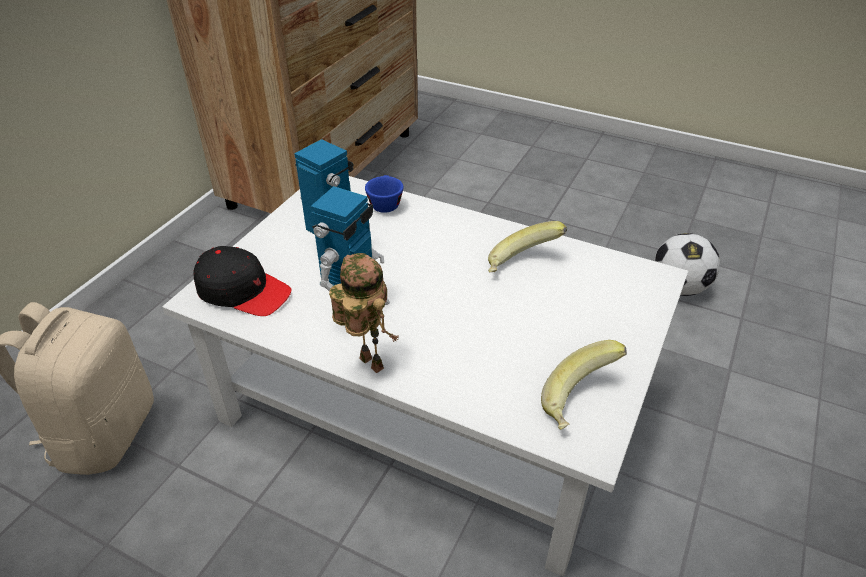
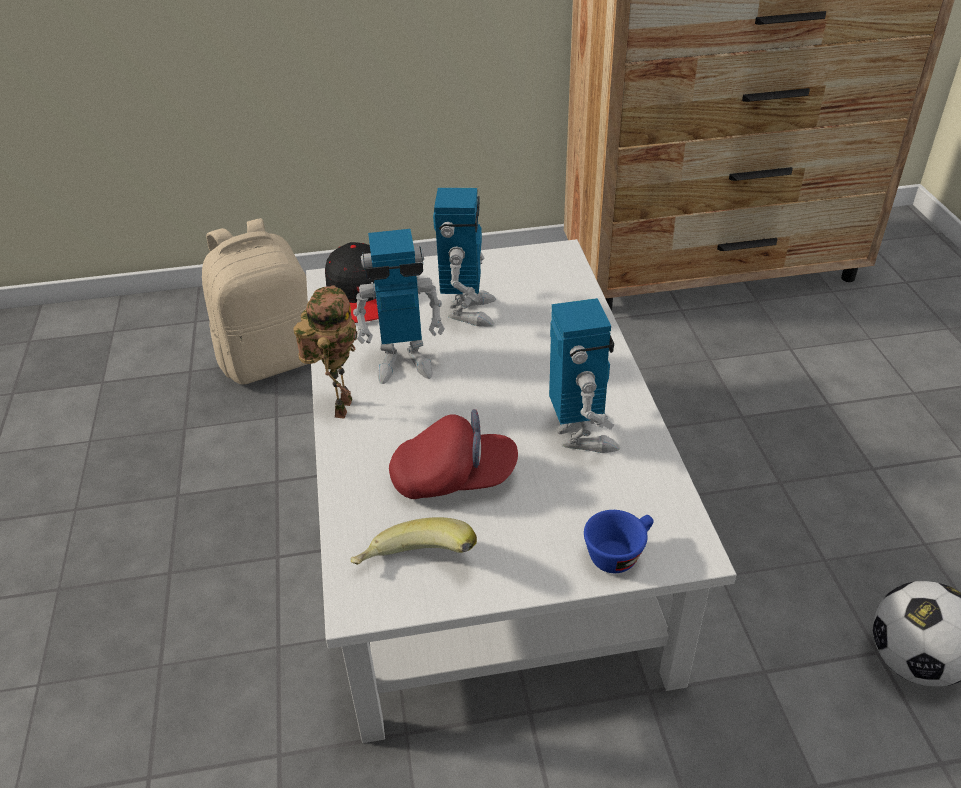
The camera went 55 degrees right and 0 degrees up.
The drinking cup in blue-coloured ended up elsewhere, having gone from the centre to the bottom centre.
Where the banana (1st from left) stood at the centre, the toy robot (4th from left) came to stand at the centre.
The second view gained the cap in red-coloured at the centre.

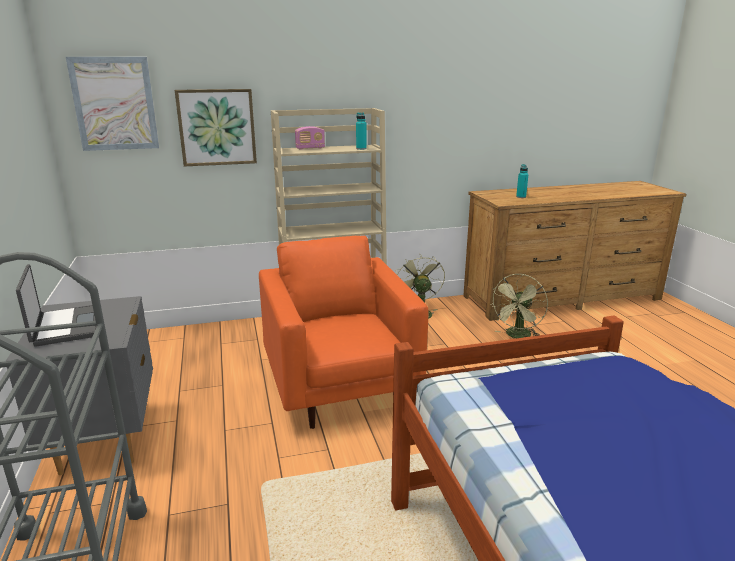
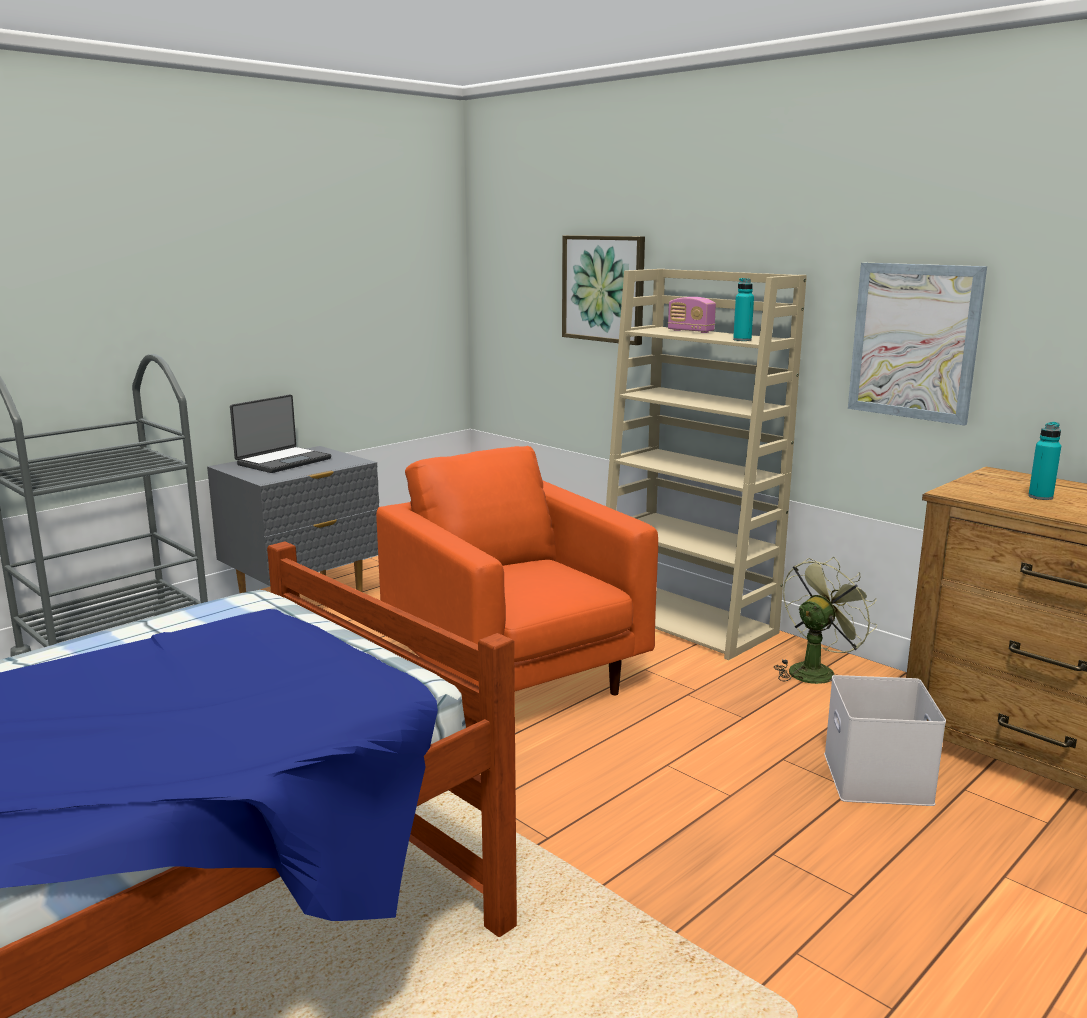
The camera went 60 degrees right and 5 degrees down.
The wall picture (1st from left in the first image) ended up elsewhere, having gone from the top left to the middle right.
The lounge chair in orange at the centre ended up facing another way, 75 degrees counterclockwise from before.
Where the electric fan in greenish (2nd from left) stood at the middle right, the storage bin in whitish came to stand at the bottom right.

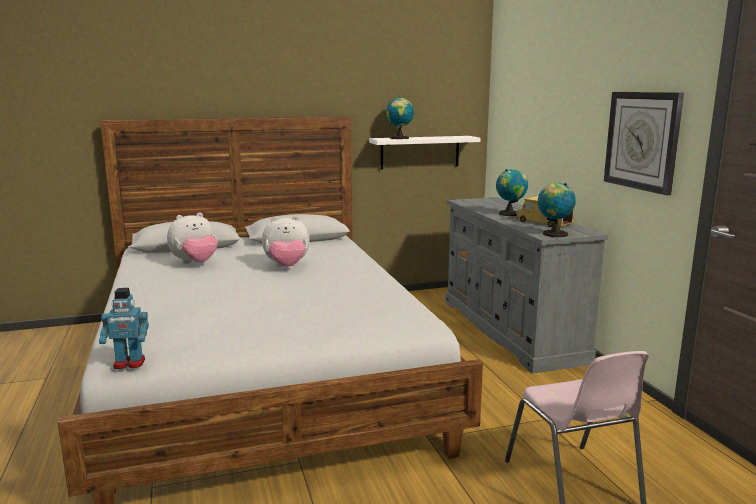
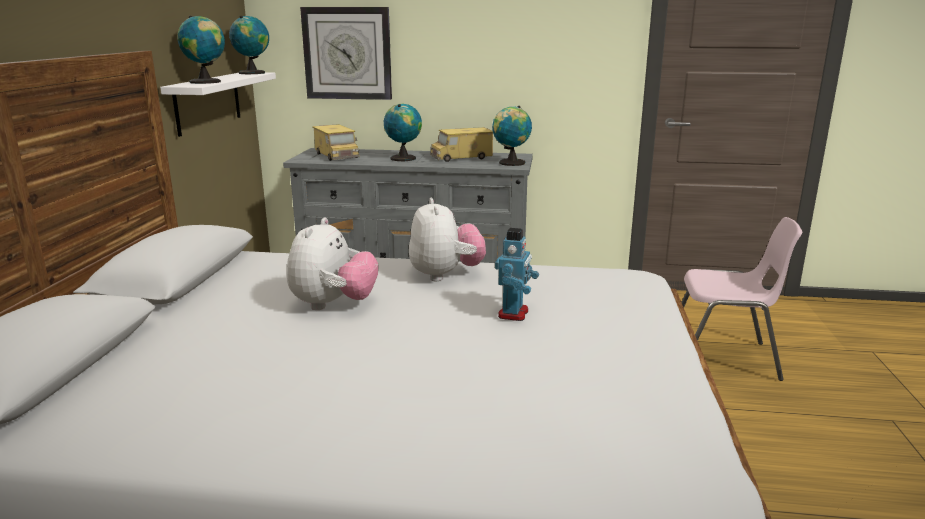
The camera went 65 degrees left and 5 degrees up.
The wall clock ended up elsewhere, having gone from the top right to the top centre.
The cuddly toy (1st from left in the first image) ended up elsewhere, having gone from the middle left to the centre.
The toy robot ended up elsewhere, having gone from the middle left to the centre.
The second view gained the desk globe (2nd from left) at the top left.
The second view gained the toy truck (1st from left) at the top centre.

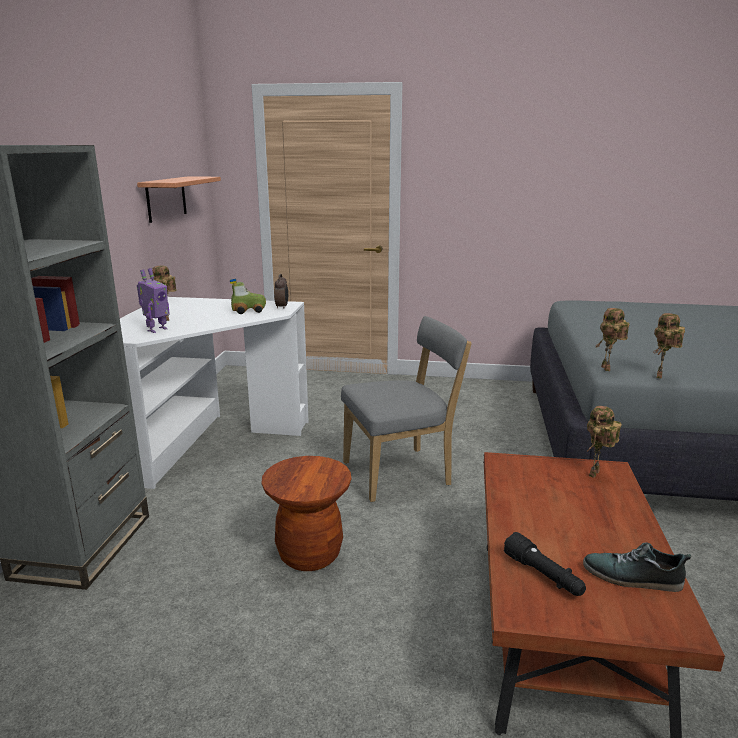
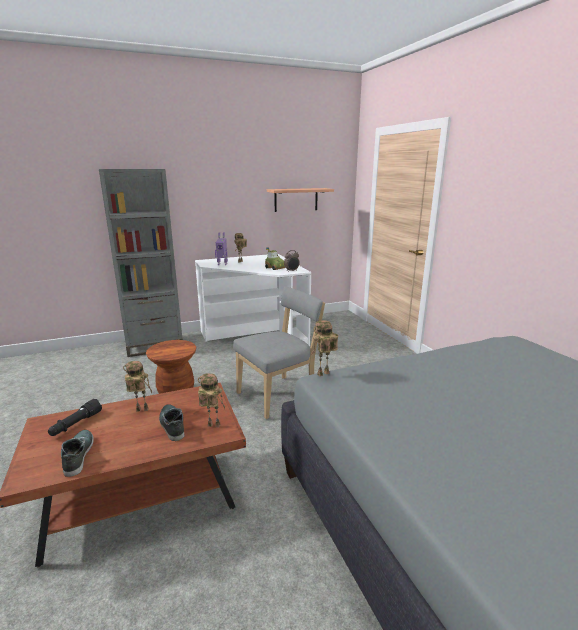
The camera went 60 degrees right and 0 degrees up.
The toy robot (5th from left in the first image) ended up elsewhere, having gone from the middle right to the middle left.
The upright chair in greyish at the centre ended up facing another way, 75 degrees counterclockwise from before.
The second view gained the item of footwear (2nd from left) at the bottom left.

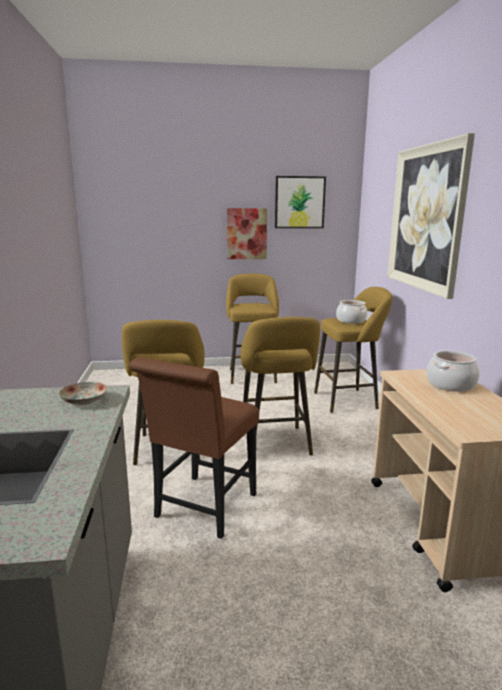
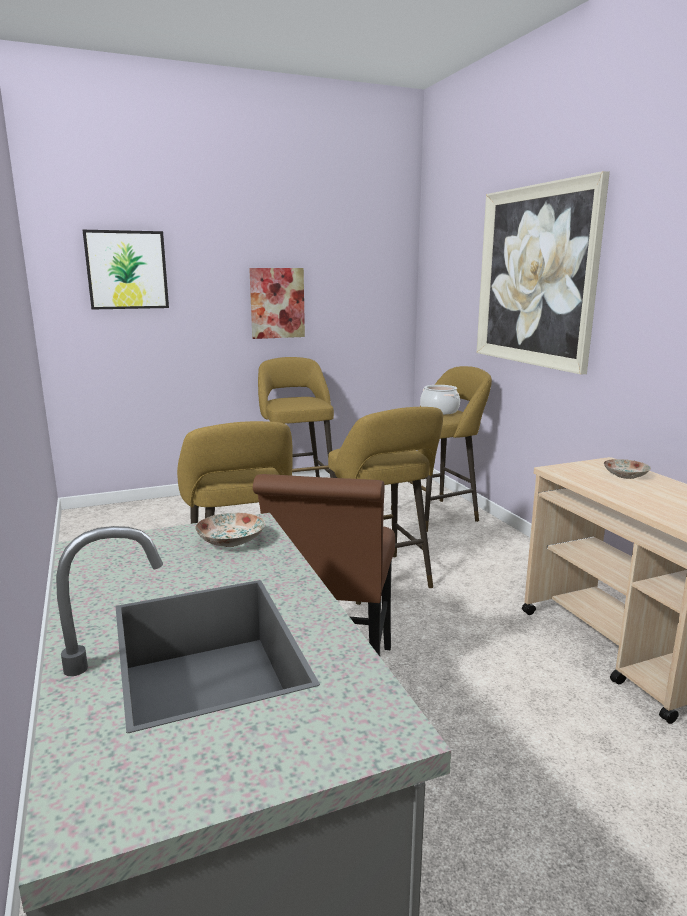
The camera went 15 degrees left and 0 degrees up.
The wall picture (2nd from left in the first image) ended up elsewhere, having gone from the top centre to the top left.
Where the saucepot (2nd from left) stood at the middle right, the plate (2nd from left) came to stand at the middle right.

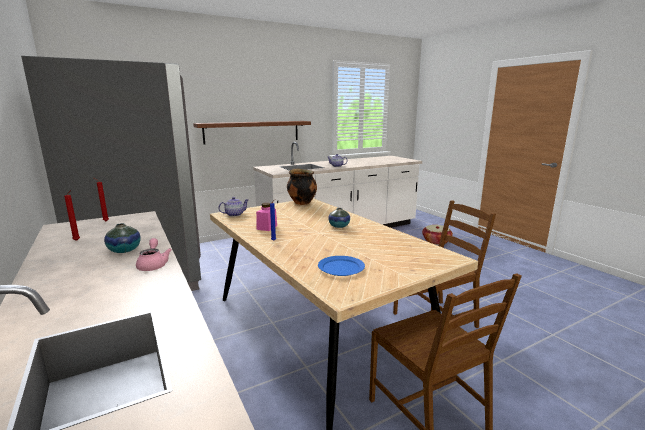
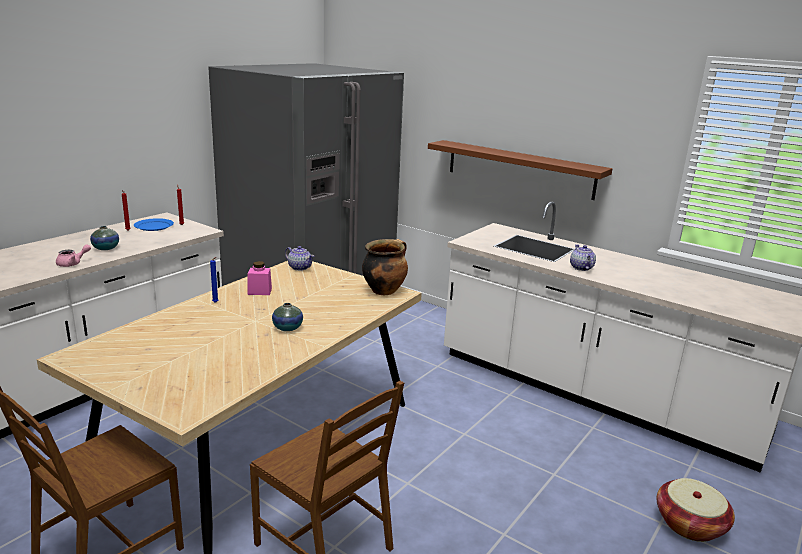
The camera went 65 degrees right and 5 degrees up.
The plate in blue-coloured ended up elsewhere, having gone from the centre to the middle left.

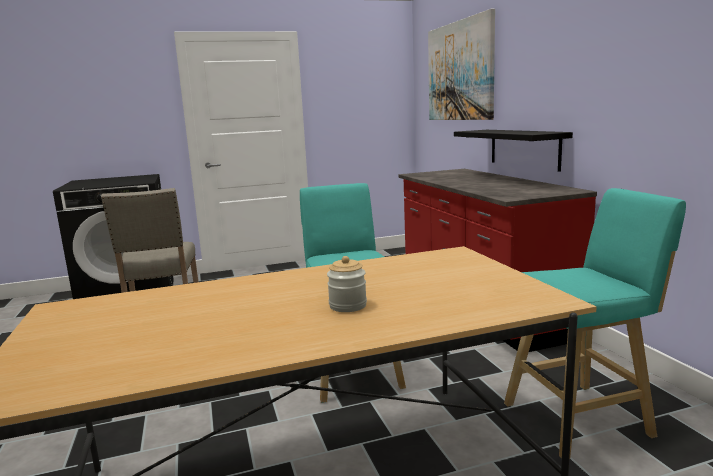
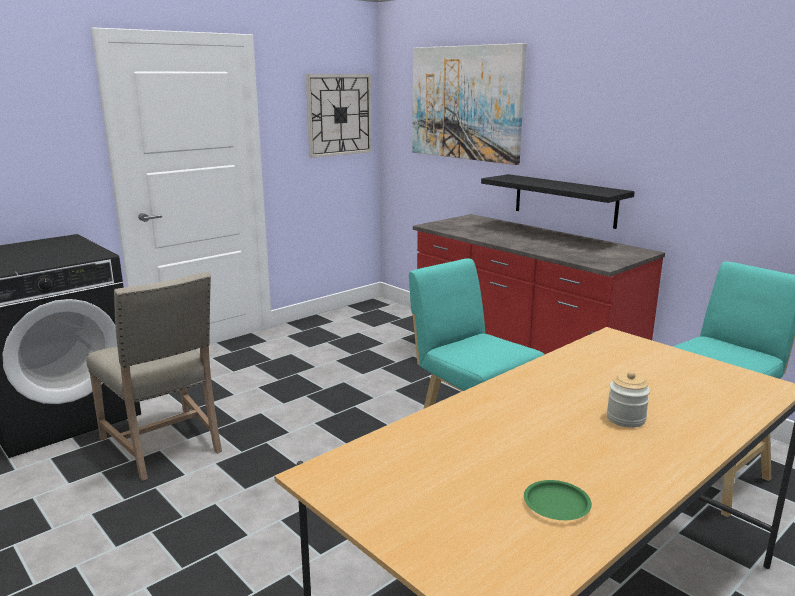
The camera went 25 degrees left and 5 degrees up.
The second view gained the wall clock at the top centre.
The second view gained the plate in greenish at the bottom right.

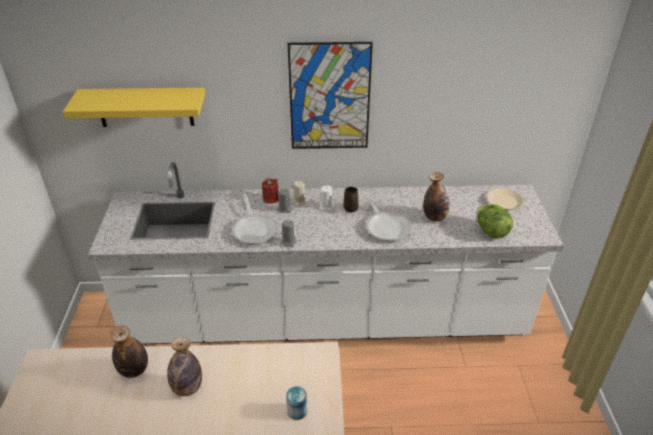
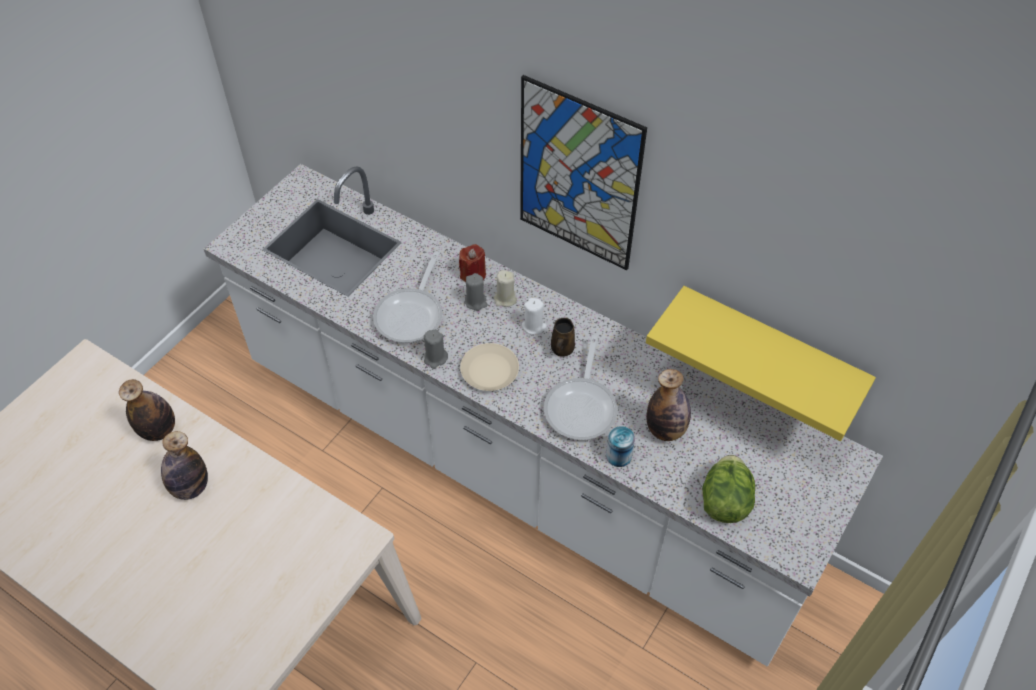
The camera went 35 degrees right and 15 degrees up.
The shelf in yellow-coloured ended up elsewhere, having gone from the top left to the middle right.
The plate in sand-coloured ended up elsewhere, having gone from the middle right to the centre.
The can ended up elsewhere, having gone from the bottom centre to the centre.

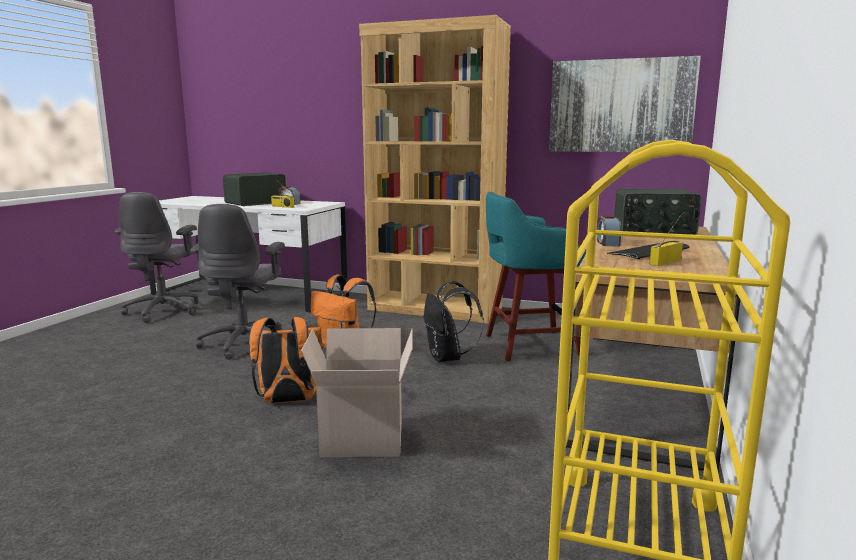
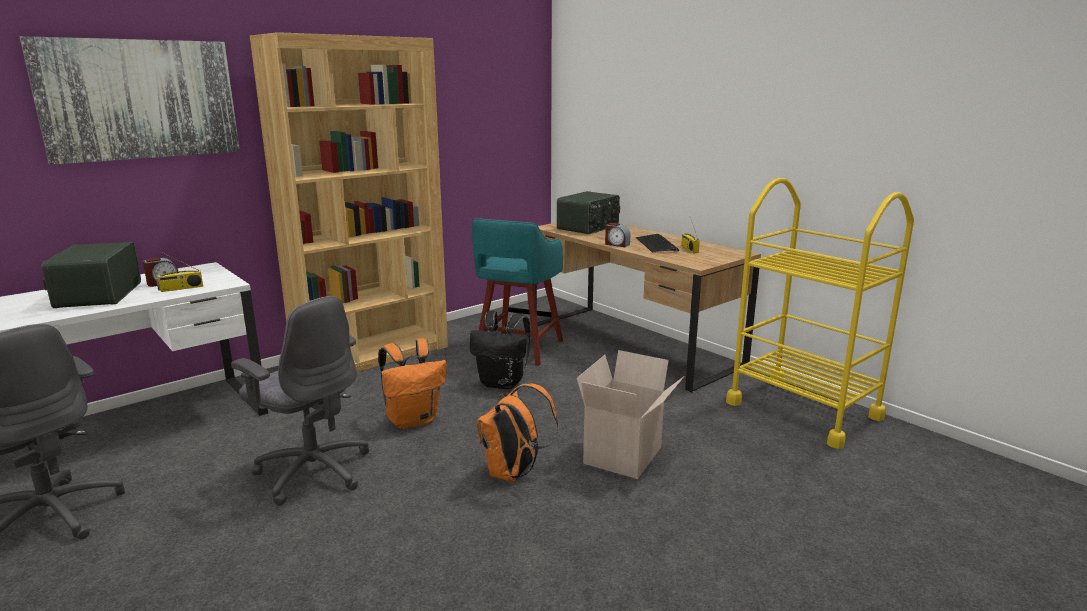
The camera went 60 degrees left and 5 degrees up.
The wall picture ended up elsewhere, having gone from the top right to the top left.

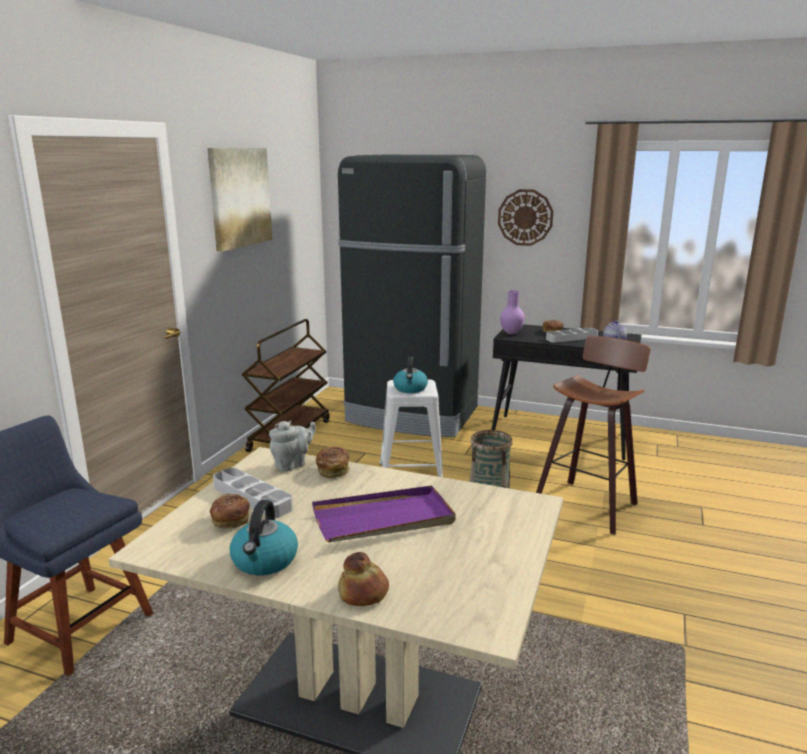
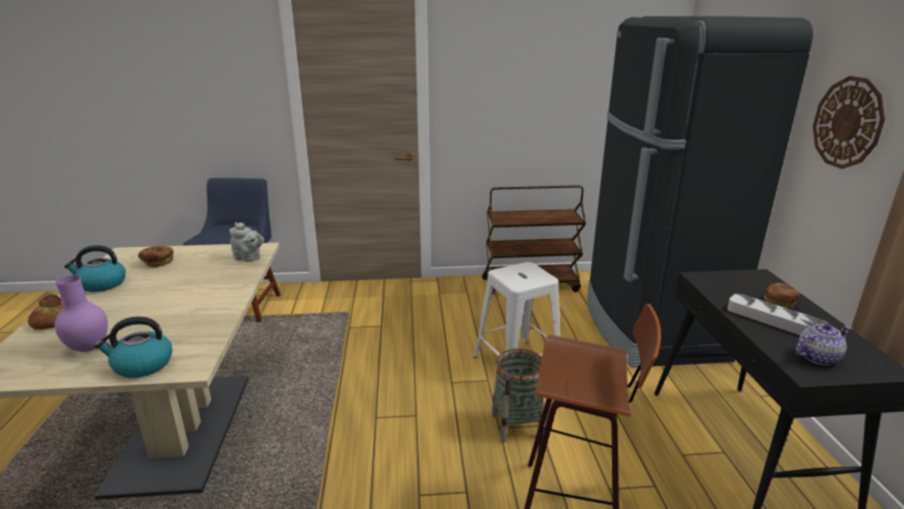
The camera went 65 degrees right and 5 degrees up.
The second view lost the wall picture at the top left.
The decorative vase in purple-coloured ended up elsewhere, having gone from the centre to the middle left.
The water kettle (2nd from left) ended up elsewhere, having gone from the centre to the bottom left.
The second view lost the bakery bread (2nd from left) at the centre.
The second view lost the carrying tray in greyish (1st from left) at the middle left.
The second view lost the carrying tray in purple-coloured at the bottom centre.

